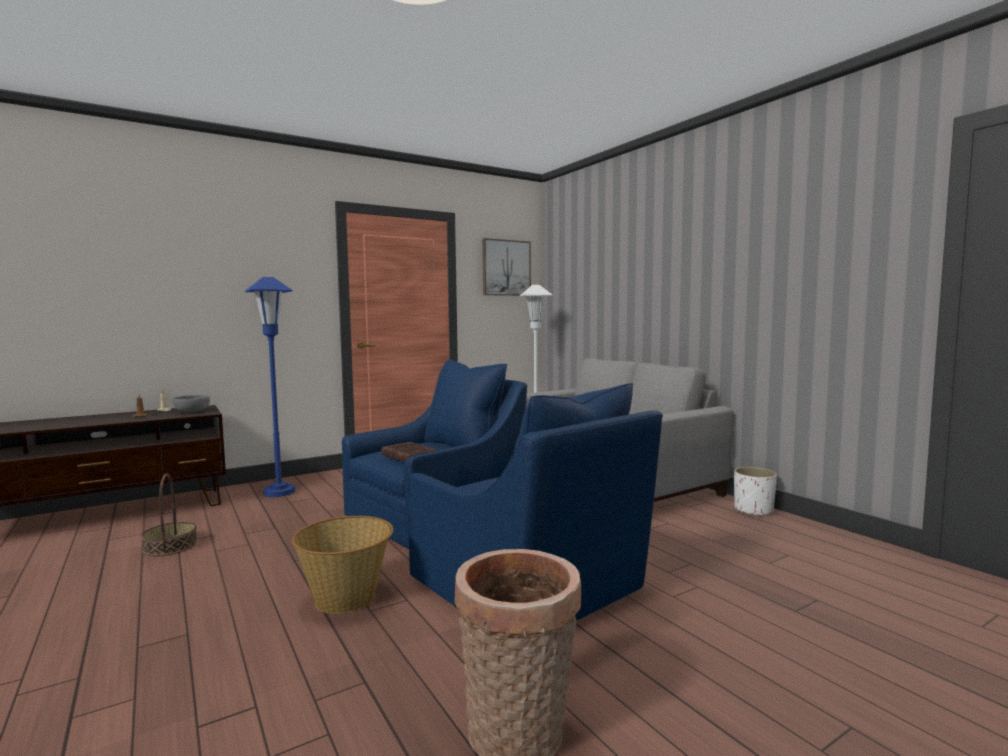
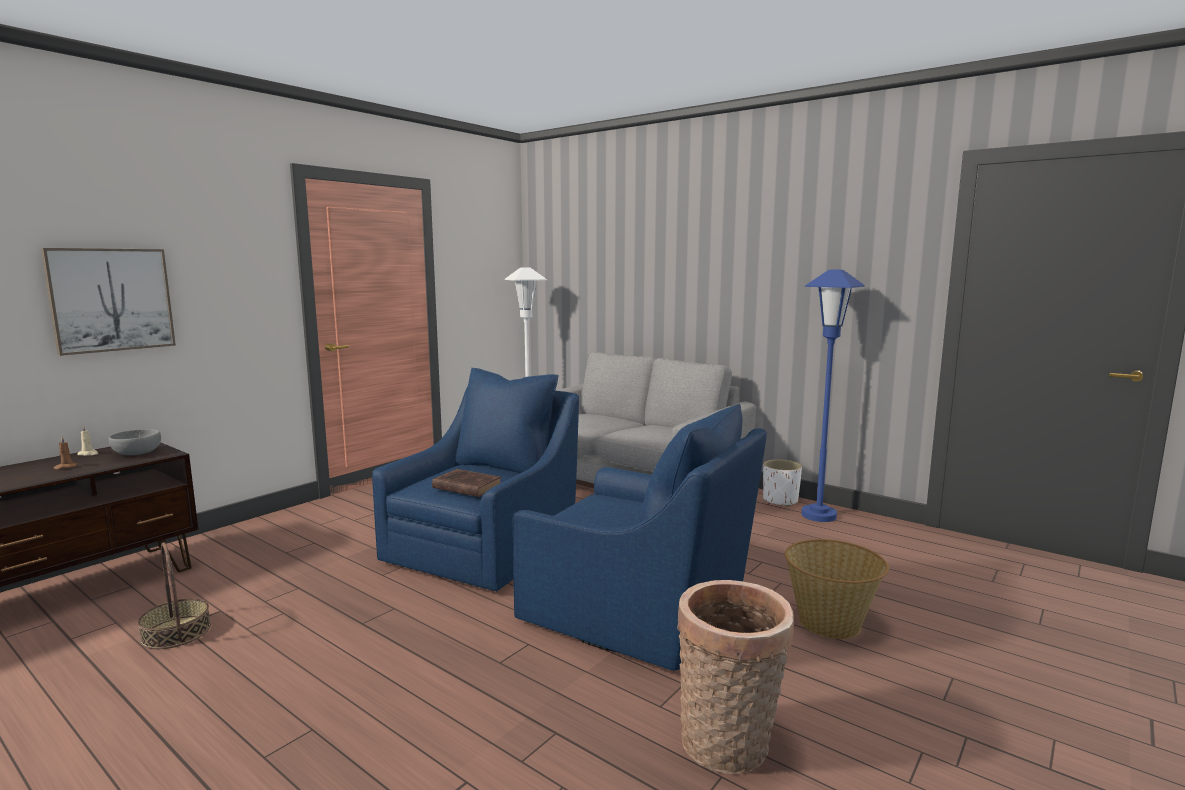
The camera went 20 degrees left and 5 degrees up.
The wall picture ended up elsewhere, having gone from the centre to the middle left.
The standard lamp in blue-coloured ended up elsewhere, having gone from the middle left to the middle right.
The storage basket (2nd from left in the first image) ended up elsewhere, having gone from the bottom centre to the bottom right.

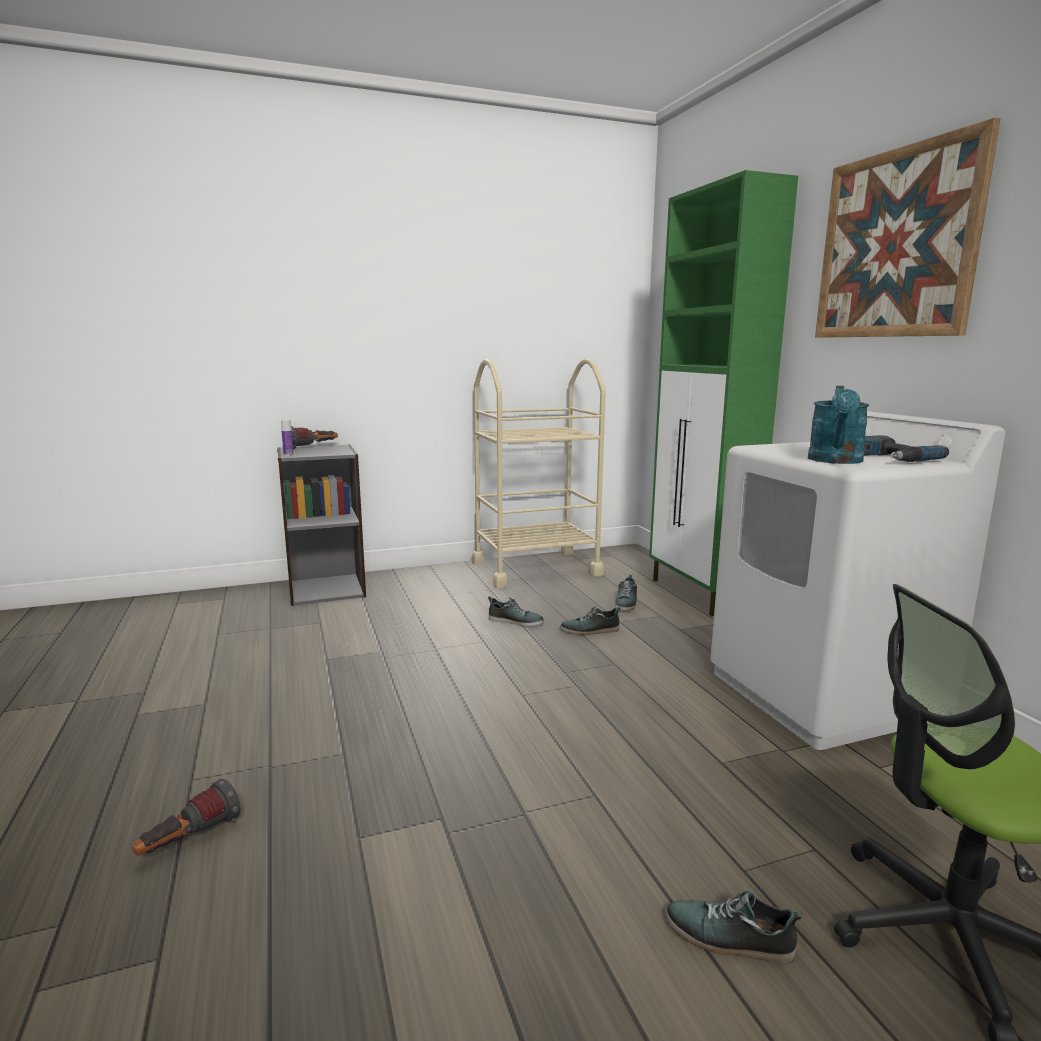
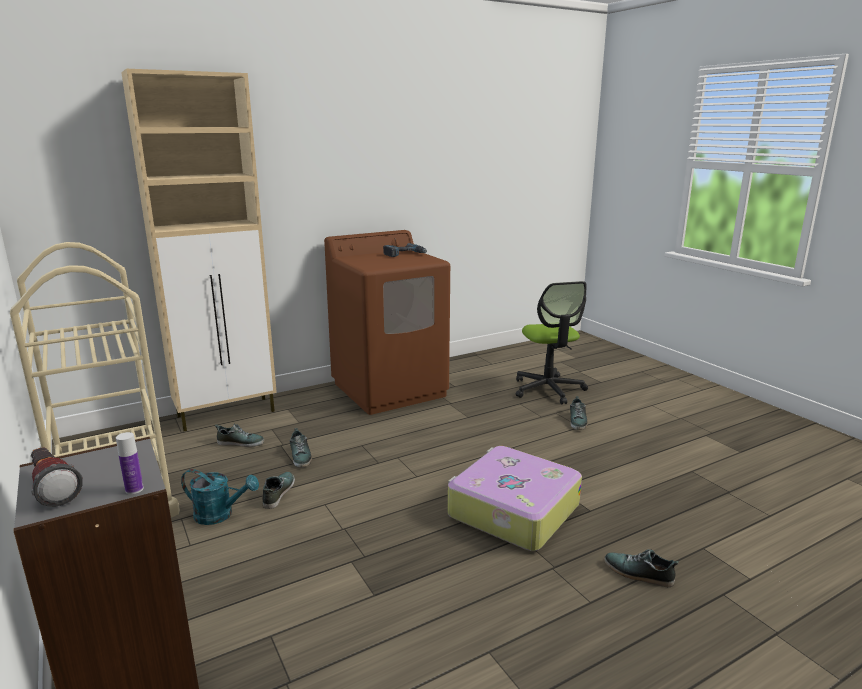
The camera went 100 degrees left and 5 degrees up.
The second view lost the wall picture at the top right.
What was the cupboard in greenish at the middle right turned into the cupboard in sand-coloured at the middle left.
The sprinkling can in blue-green ended up elsewhere, having gone from the middle right to the bottom left.
What was the washing machine in whitish at the middle right turned into the washing machine in brown at the centre.
Where the hand torch (1st from left) stood at the bottom left, the item of footwear (5th from left) came to stand at the bottom right.
The second view gained the travel case at the bottom centre.

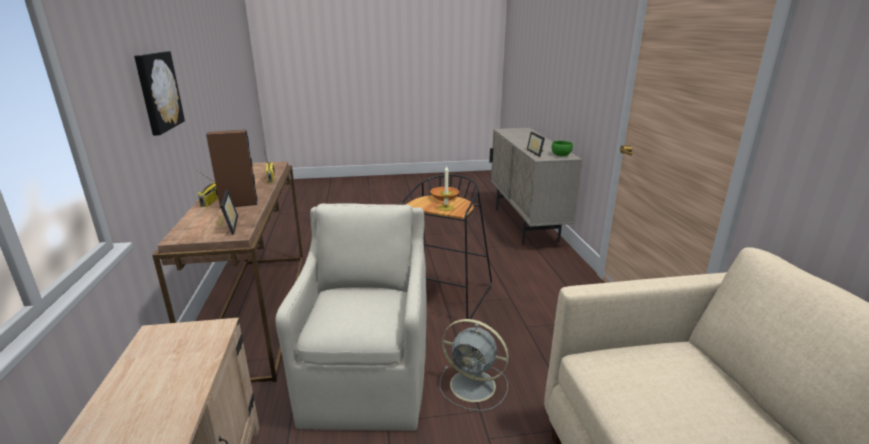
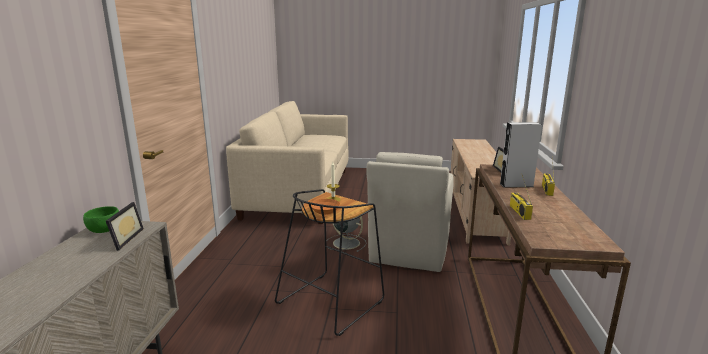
The camera went 165 degrees left and 5 degrees down.
The second view lost the wall picture at the top left.
What was the speaker in brown at the middle left turned into the speaker in greyish at the middle right.

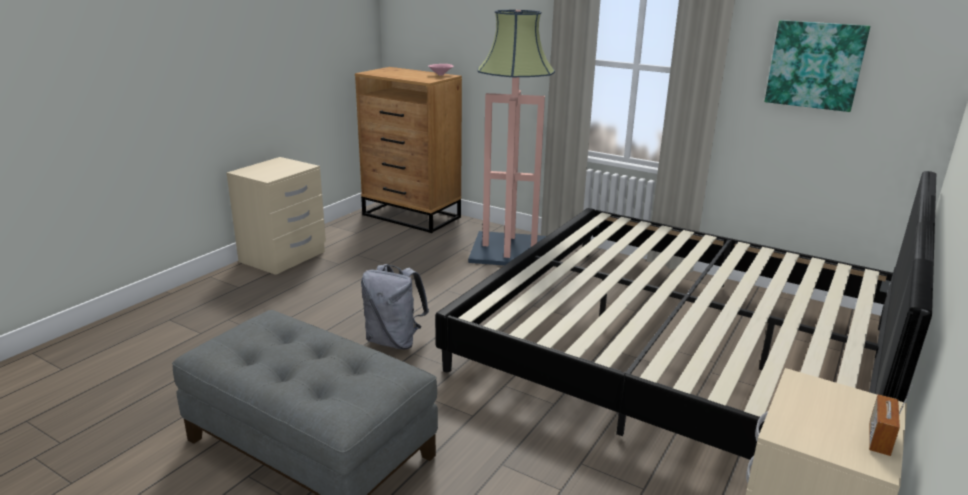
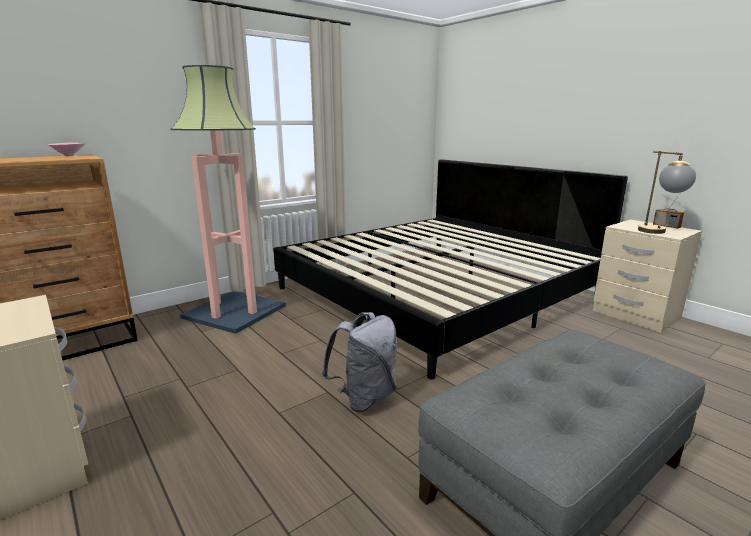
The camera went 70 degrees left and 5 degrees down.
The second view lost the wall picture at the top right.
The second view gained the table lamp at the middle right.

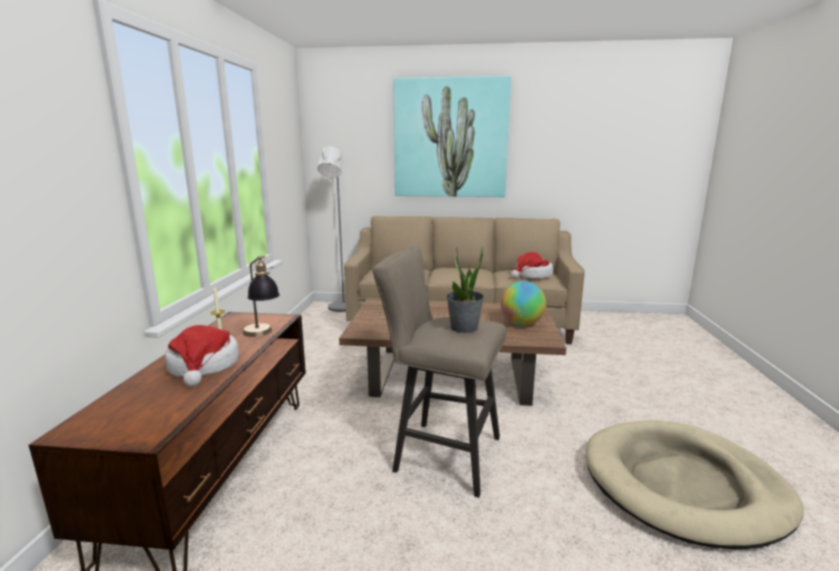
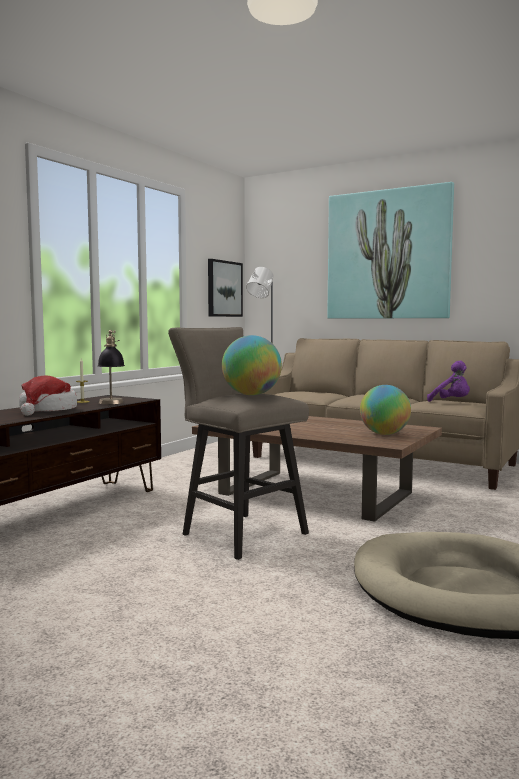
The camera went 25 degrees right and 10 degrees down.
Where the houseplant stood at the centre, the desk globe (1st from left) came to stand at the centre.
Where the clothing hat (2nd from left) stood at the centre, the cuddly toy in purple-coloured came to stand at the middle right.
The second view gained the wall picture (1st from left) at the centre.

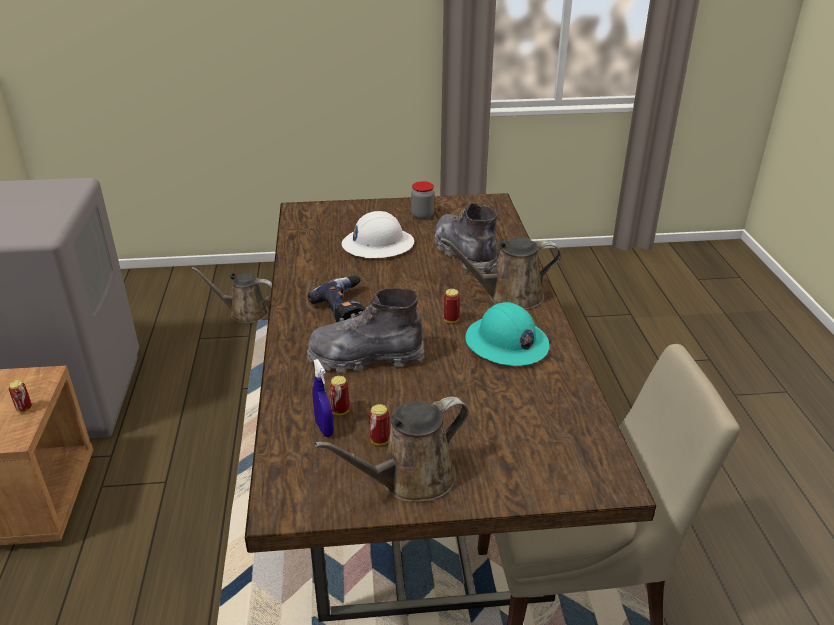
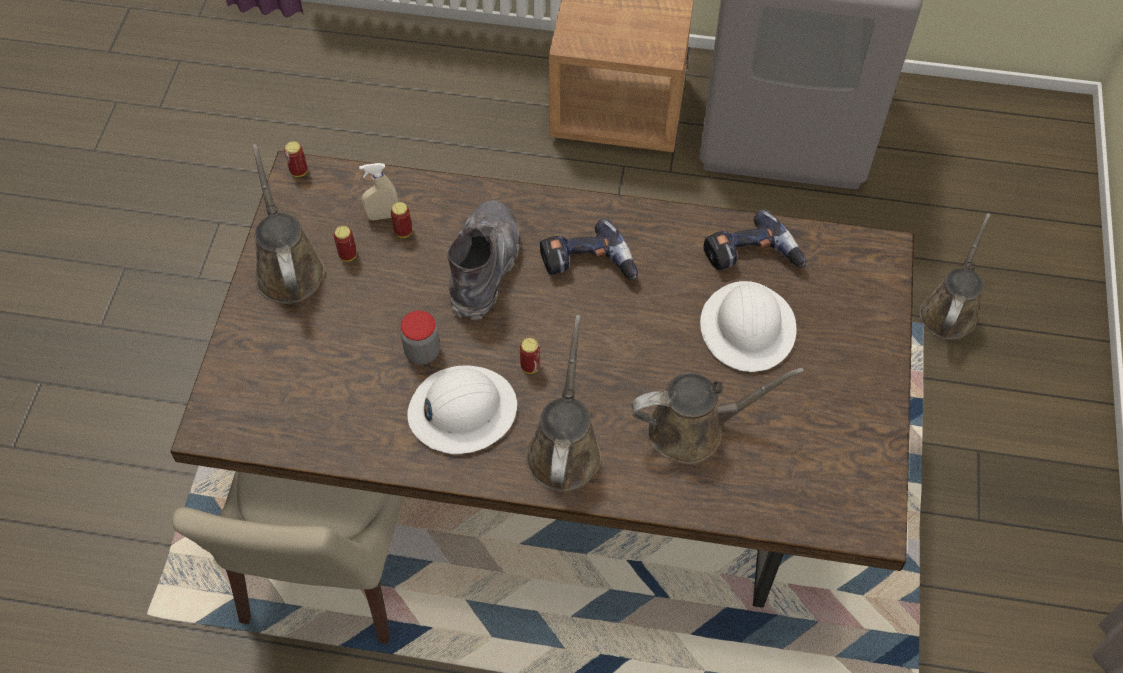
The camera went 105 degrees right and 25 degrees up.
The jar ended up elsewhere, having gone from the top centre to the centre.
Where the high-top boot in greyish (2nd from left) stood at the centre, the sprinkling can in brown (3rd from left) came to stand at the centre.
What was the work helmet in blue-green at the centre turned into the work helmet in whitish (1st from left) at the centre.
What was the sprayer in blue-coloured at the centre turned into the sprayer in sand-coloured at the top centre.
The can (1st from left) ended up elsewhere, having gone from the middle left to the top left.
The second view gained the drill (2nd from left) at the middle right.

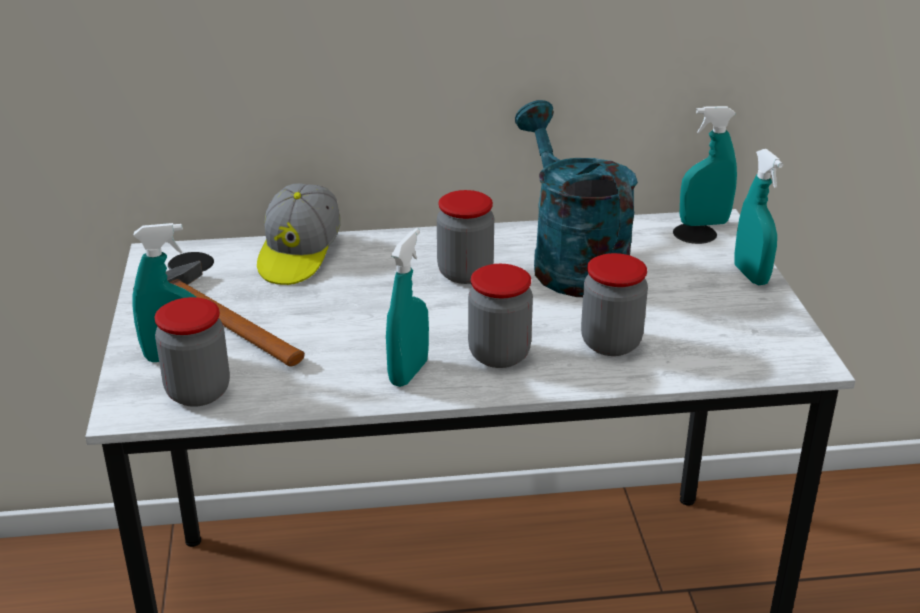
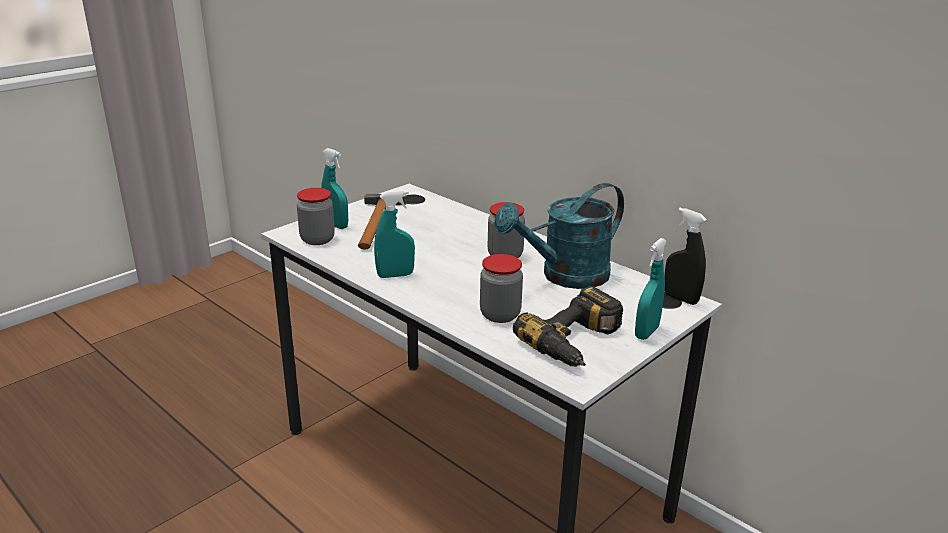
The camera went 50 degrees right and 5 degrees down.
The sprinkling can in blue-green at the top centre ended up facing another way, 150 degrees counterclockwise from before.
What was the sprayer in blue-green (3rd from left) at the top right turned into the sprayer in blackish at the middle right.
The second view lost the cap at the middle left.
The second view lost the jar (3rd from left) at the centre.
The second view gained the drill at the centre.

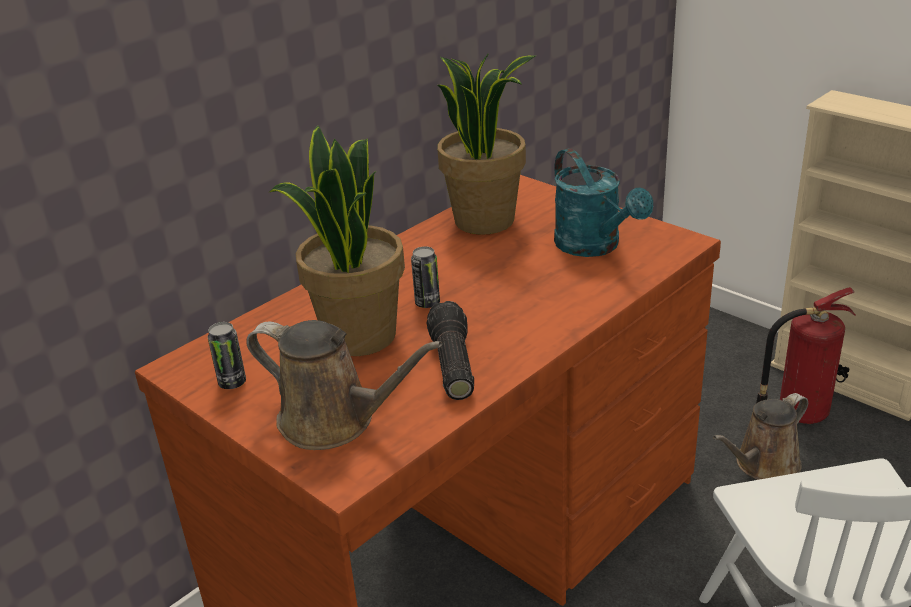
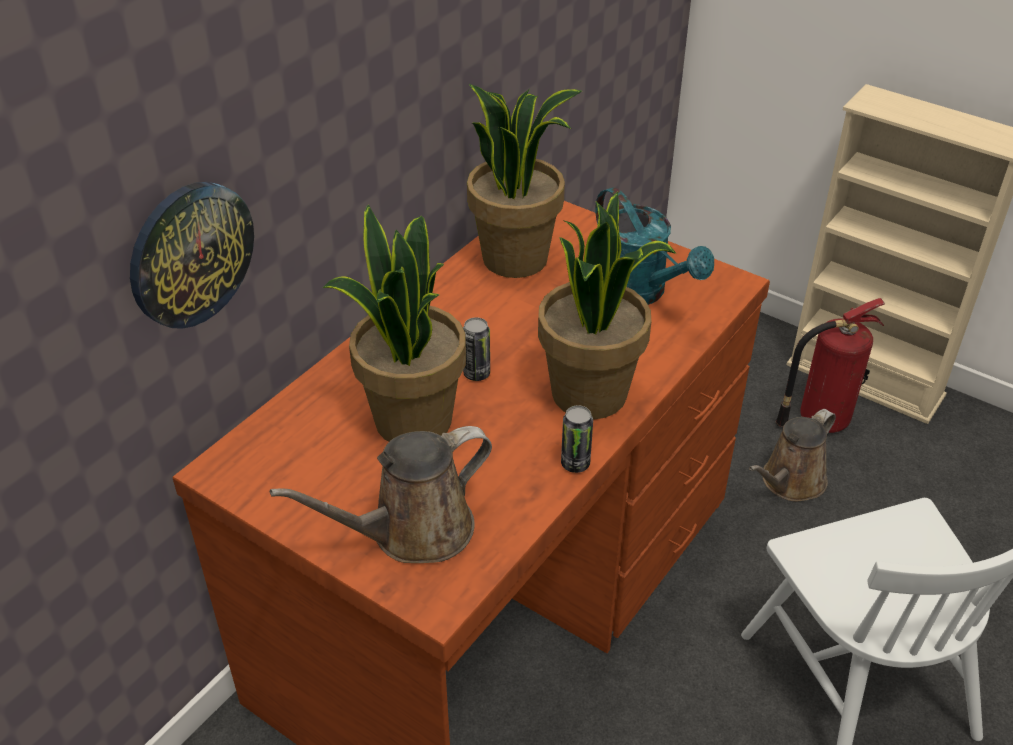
The camera went 10 degrees left and 10 degrees up.
The second view lost the hand torch at the centre.
The sprinkling can in brown (1st from left) at the centre ended up facing another way, 135 degrees clockwise from before.
The can (1st from left in the first image) ended up elsewhere, having gone from the middle left to the centre.
The second view gained the wall clock at the middle left.
The second view gained the houseplant (3rd from left) at the centre.

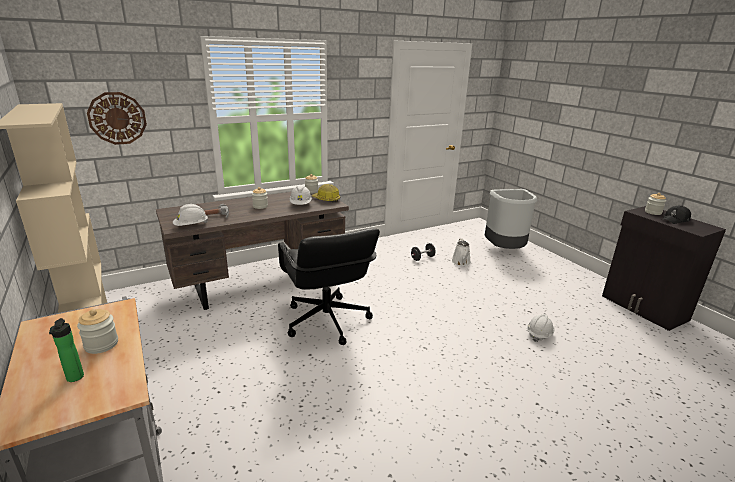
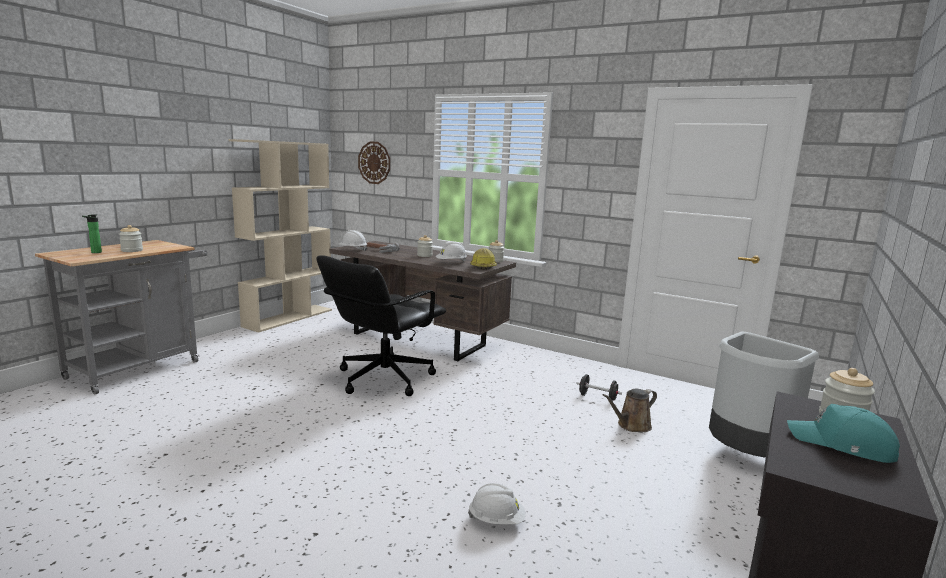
The camera went 60 degrees right and 10 degrees down.
What was the cap in blackish at the middle right turned into the cap in blue-green at the bottom right.
What was the sprinkling can in whitish at the centre turned into the sprinkling can in brown at the bottom centre.

